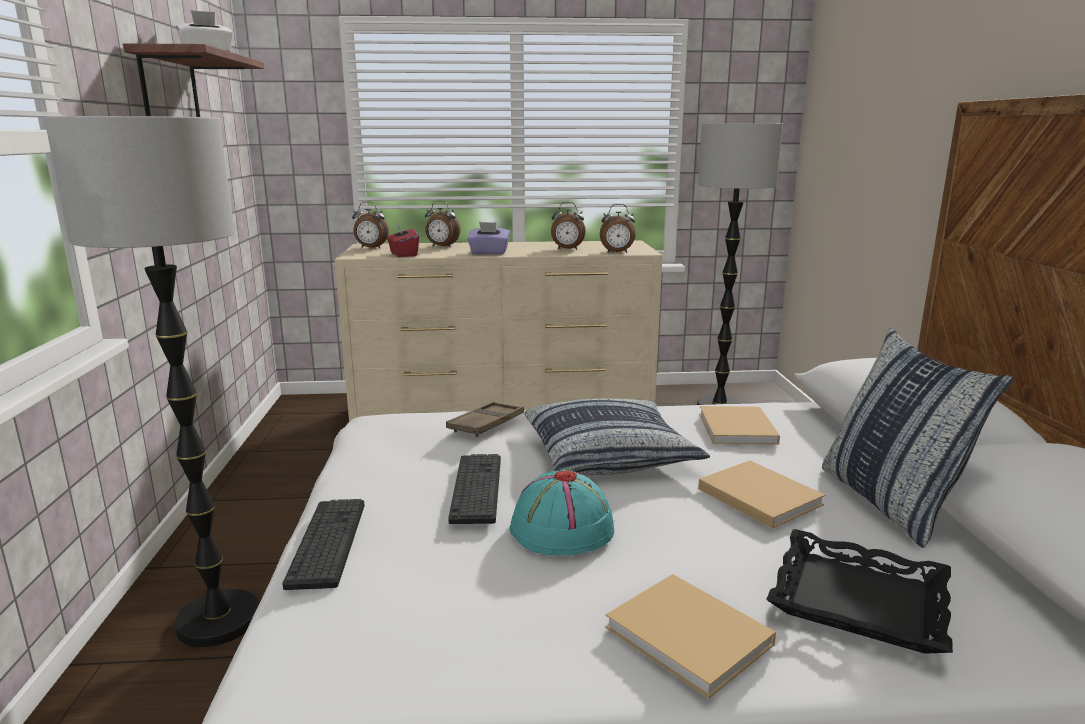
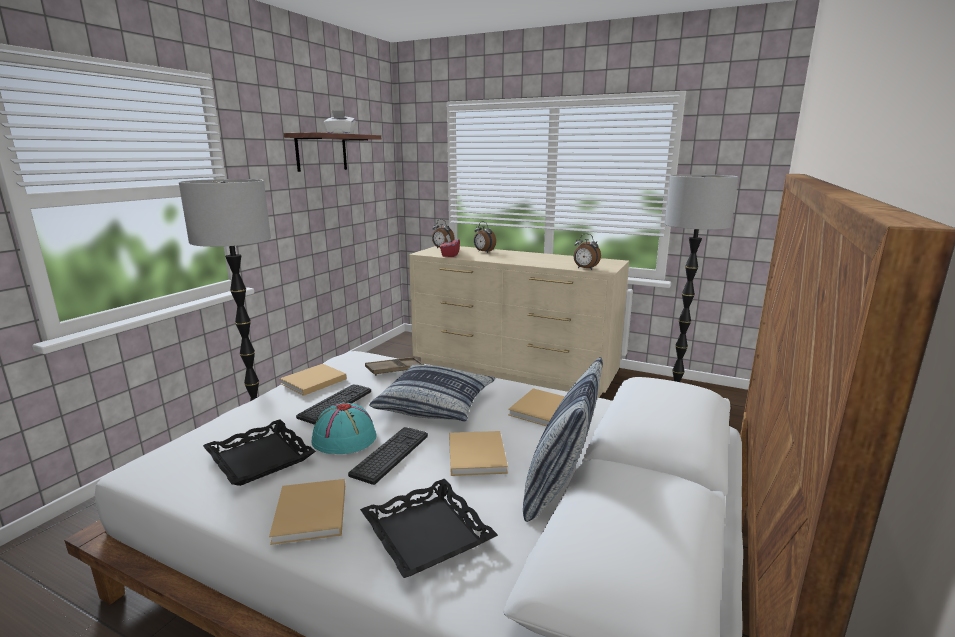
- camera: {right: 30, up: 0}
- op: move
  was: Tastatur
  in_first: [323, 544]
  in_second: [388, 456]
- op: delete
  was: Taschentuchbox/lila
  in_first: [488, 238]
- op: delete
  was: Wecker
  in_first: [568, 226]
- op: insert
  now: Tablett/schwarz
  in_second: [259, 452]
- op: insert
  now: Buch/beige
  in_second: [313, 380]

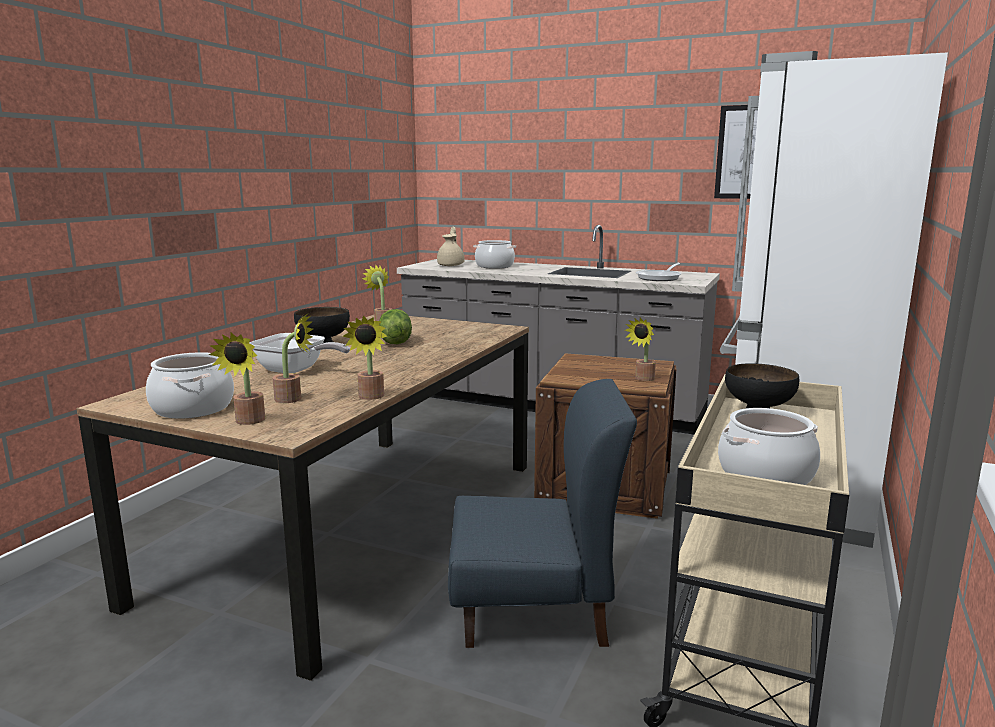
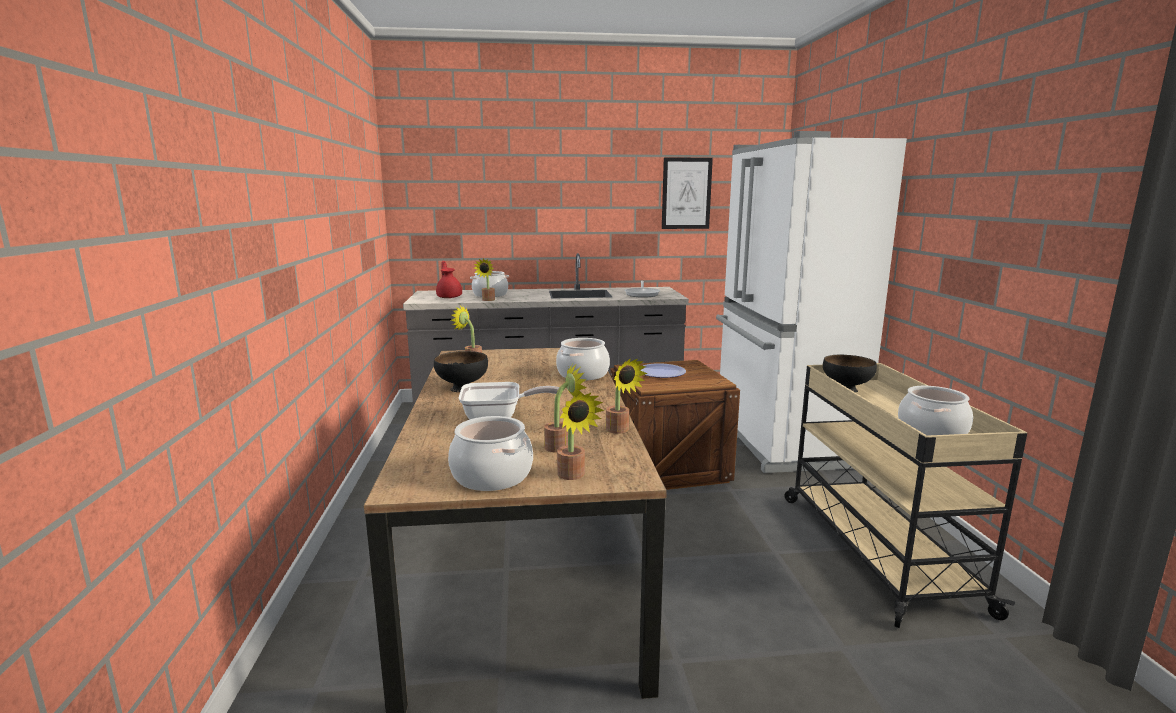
- camera: {right: -30, up: 0}
- op: delete
  was: Salatkopf
  in_first: [395, 326]
- op: recolor
  was: Teekanne/beige
  now: Teekanne/rot
  in_first: [451, 246]
  in_second: [449, 279]
- op: delete
  was: Stuhl/blau
  in_first: [542, 513]
- op: move
  was: Topfpflanze
  in_first: [640, 349]
  in_second: [484, 280]
- op: insert
  now: Kochtopf
  in_second: [583, 359]
- op: insert
  now: Teller
  in_second: [663, 370]

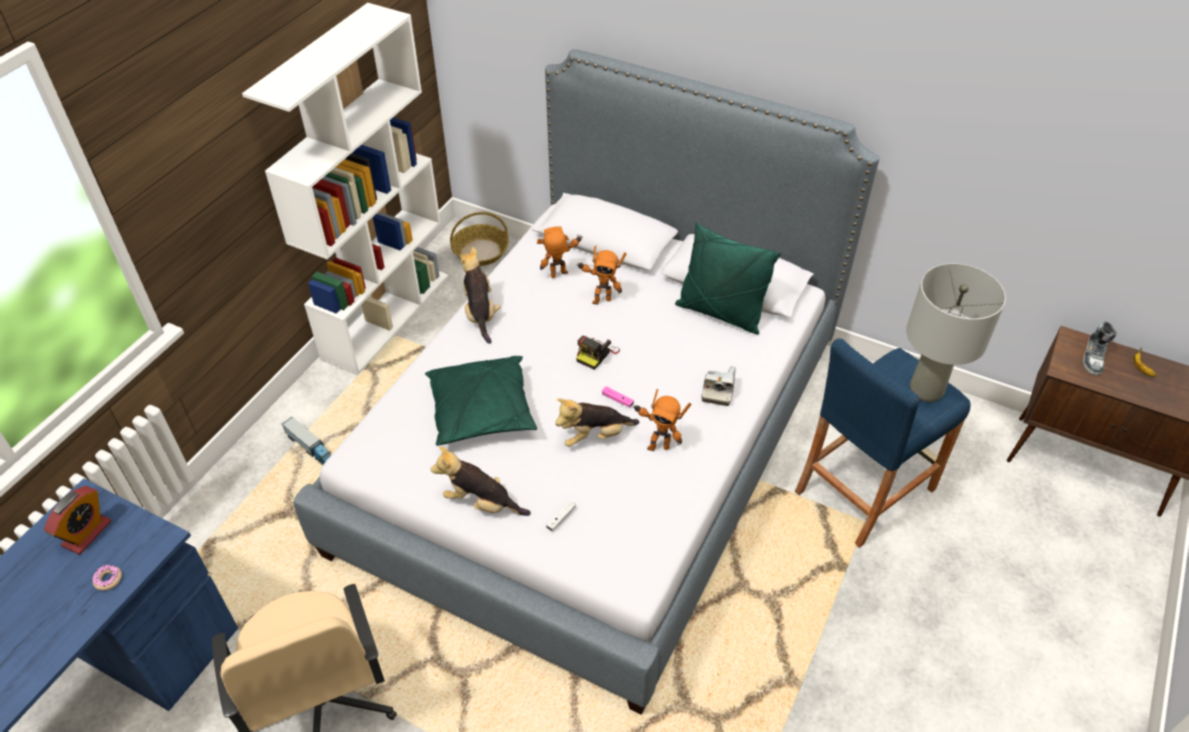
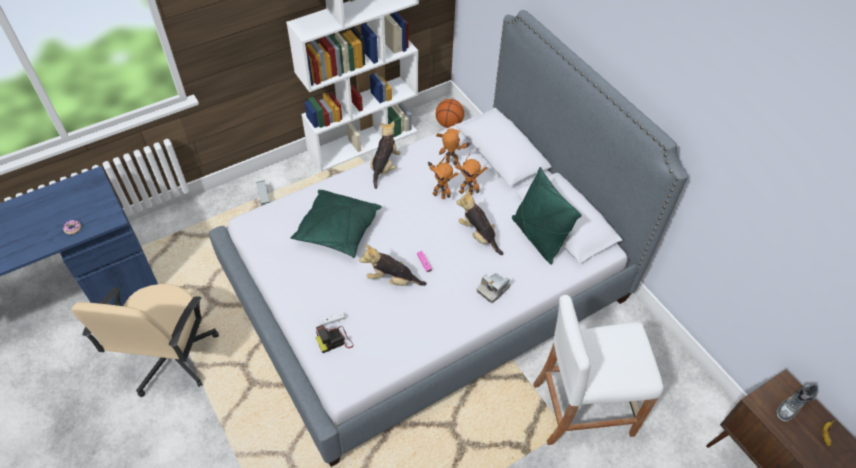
- camera: {right: 30, up: 5}
- op: delete
  was: Wecker
  in_first: [77, 520]
- op: move
  was: Plüschtier
  in_first: [480, 481]
  in_second: [479, 222]
- op: replace
  was: Korb
  now: Basketball
  in_first: [479, 239]
  in_second: [450, 113]
- op: move
  was: Kamera
  in_first: [598, 353]
  in_second: [335, 339]
- op: move
  was: Spielzeugroboter
  in_first: [662, 420]
  in_second: [442, 178]
- op: recolor
  was: Hocker/blau
  now: Hocker/weiß
  in_first: [883, 443]
  in_second: [598, 370]
- op: delete
  was: Tischlampe/grau
  in_first: [956, 332]

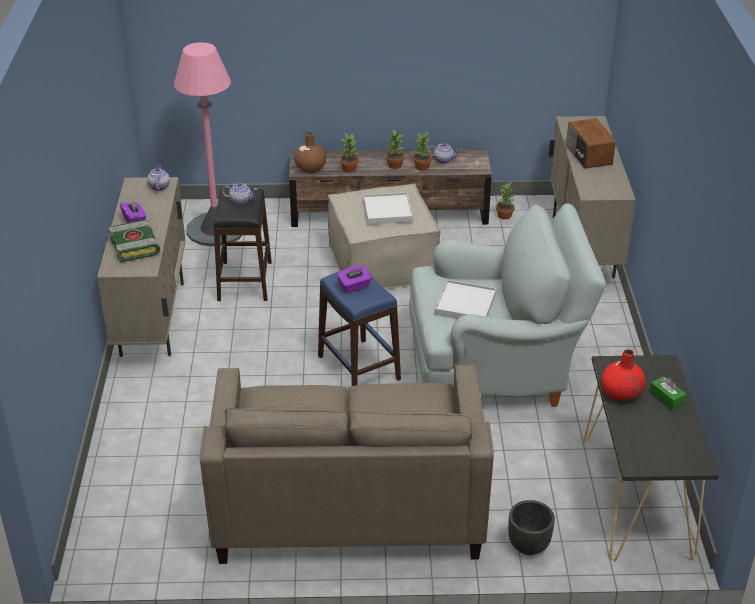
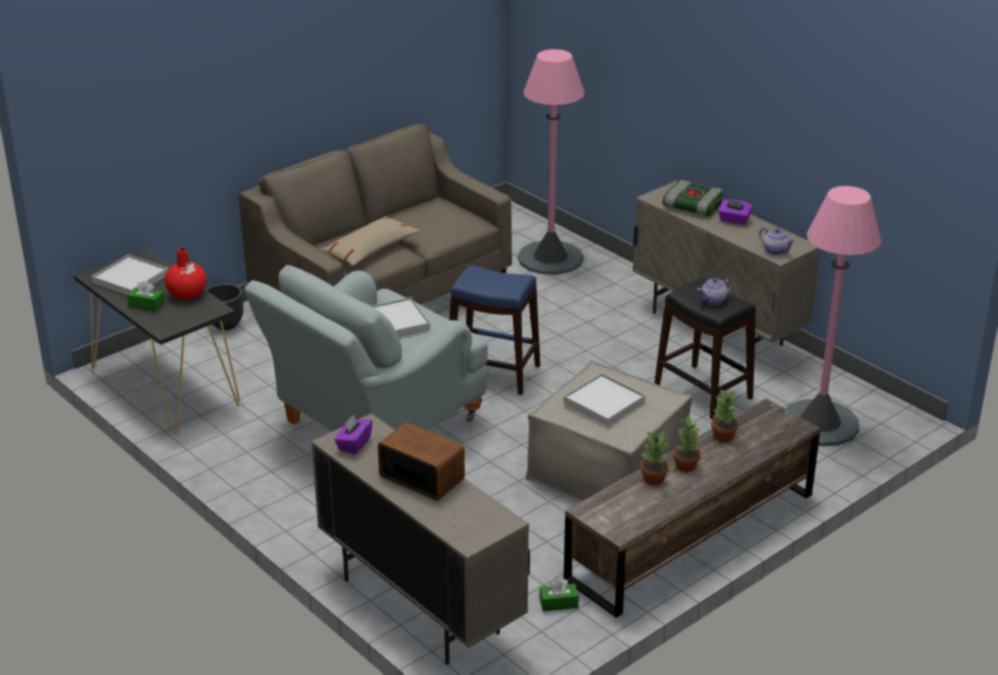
- camera: {right: 140, up: -5}
- op: delete
  was: Vase/braun
  in_first: [310, 152]
- op: move
  was: Taschentuchbox/lila
  in_first: [354, 279]
  in_second: [354, 434]
- op: delete
  was: Teekanne
  in_first: [444, 153]
- op: replace
  was: Topfpflanze
  now: Taschentuchbox/grün
  in_first: [505, 201]
  in_second: [559, 594]
- op: insert
  now: Tablett/weiß
  in_second: [130, 274]
- op: insert
  now: Kissen/beige
  in_second: [370, 241]
- op: insert
  now: Stehlampe/rosa
  in_second: [551, 162]

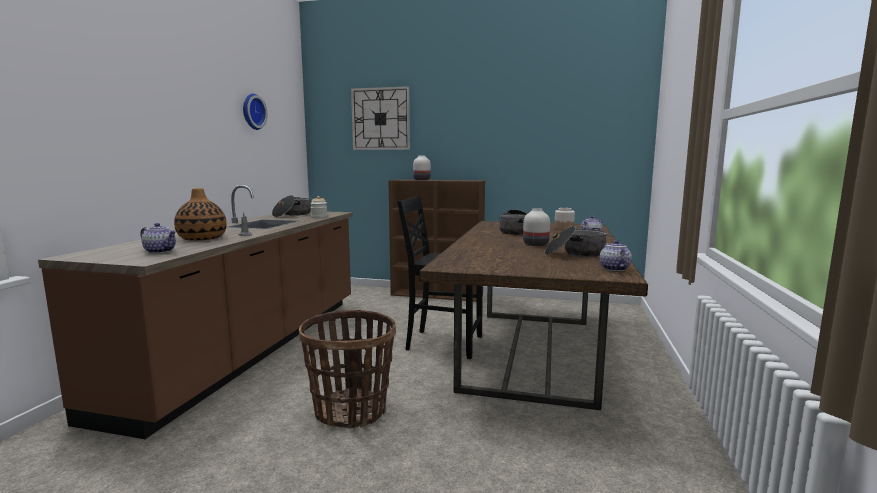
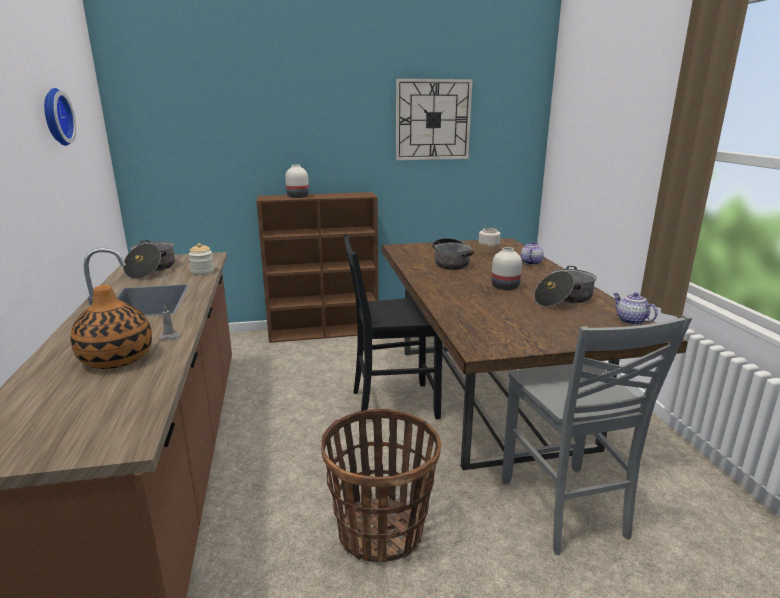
- camera: {right: -25, up: 10}
- op: delete
  was: Teekanne
  in_first: [158, 238]
- op: move
  was: Wanduhr
  in_first: [380, 118]
  in_second: [434, 119]
- op: insert
  now: Stuhl/grau
  in_second: [597, 435]

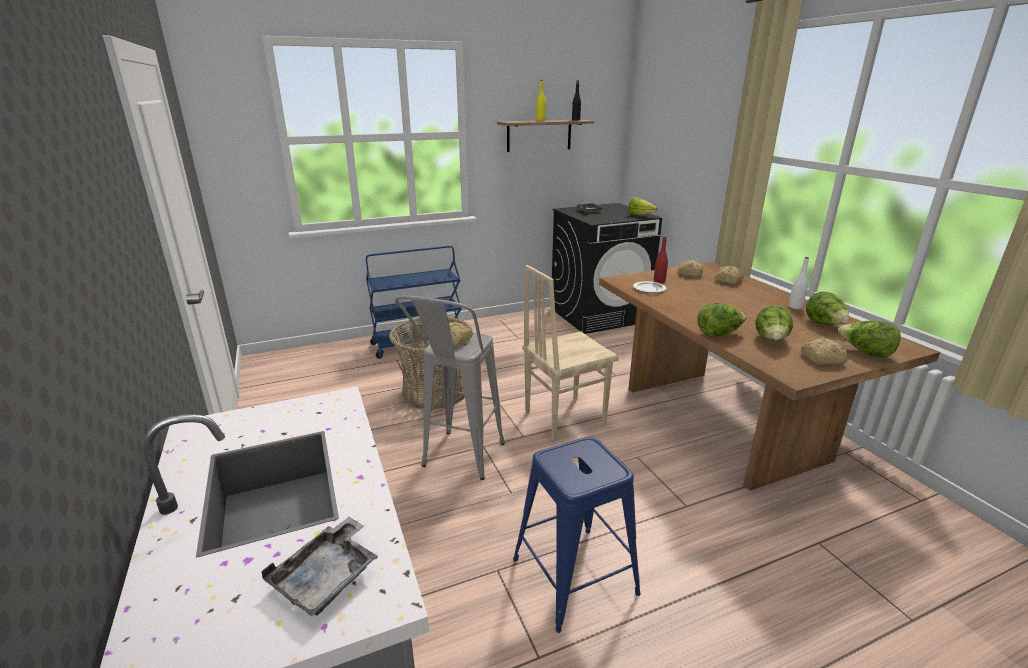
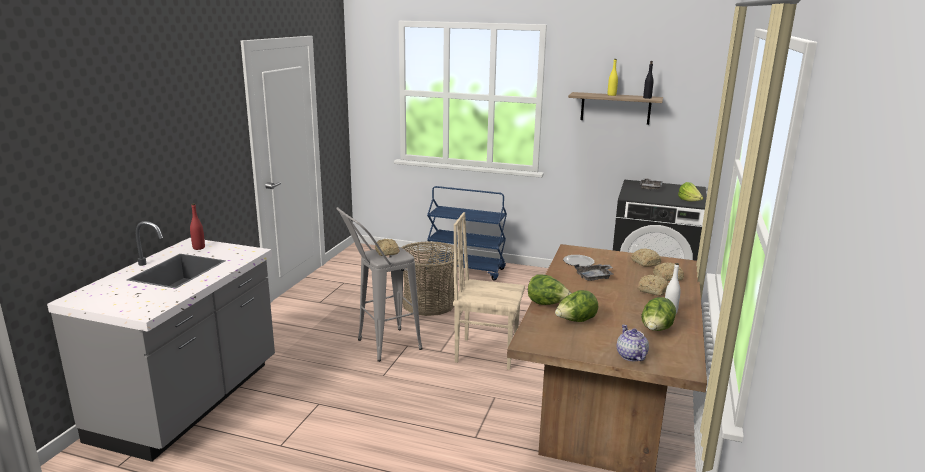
- camera: {right: 40, up: -5}
- op: move
  was: Tablett/grau
  in_first: [319, 566]
  in_second: [593, 272]
- op: delete
  was: Hocker/blau
  in_first: [577, 535]
- op: move
  was: Flasche/rot
  in_first: [661, 260]
  in_second: [197, 226]
- op: move
  was: Brot
  in_first: [824, 351]
  in_second: [653, 285]
- op: replace
  was: Salatkopf
  now: Teekanne
  in_first: [869, 339]
  in_second: [633, 343]

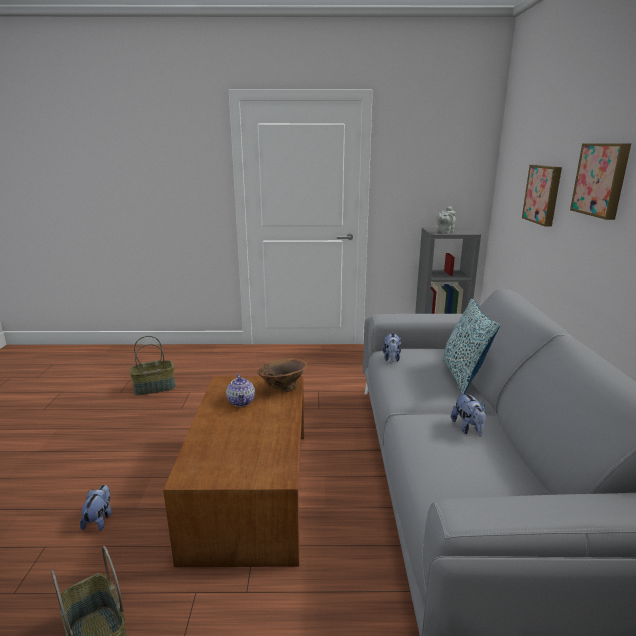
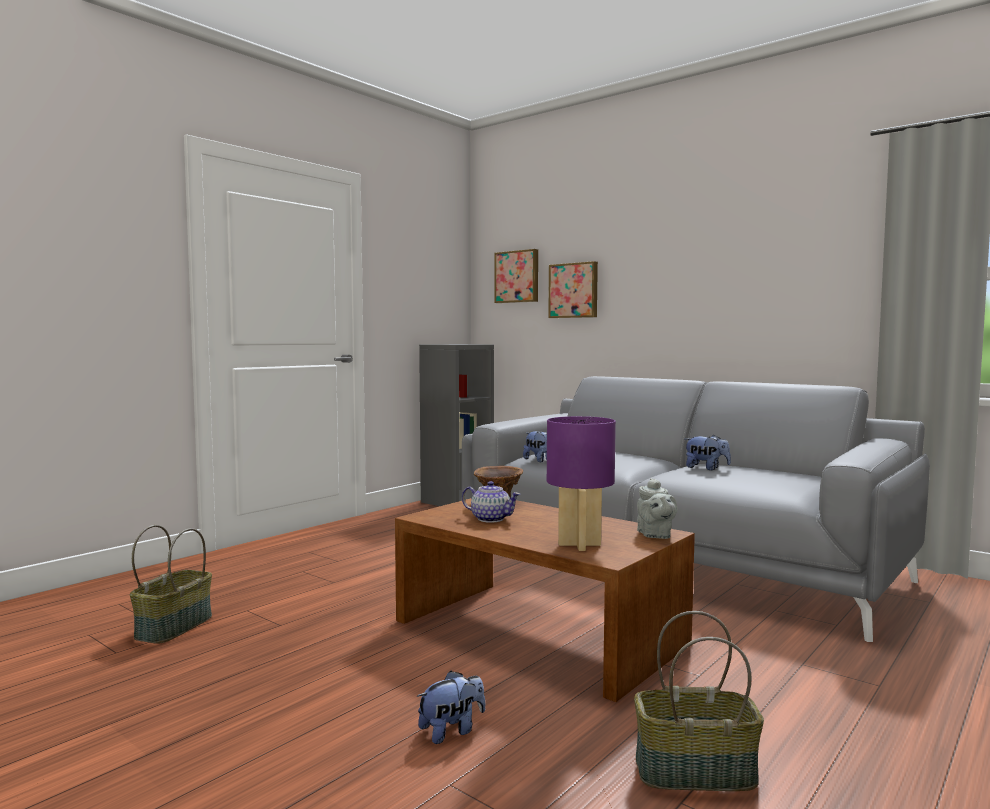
- camera: {right: -50, up: -15}
- op: rotate
  was: Plüschtier
  in_first: [96, 508]
  in_second: [451, 707]
  clockwise: 105
- op: move
  was: Teekanne/grau
  in_first: [446, 220]
  in_second: [657, 508]
- op: delete
  was: Kissen
  in_first: [470, 347]
- op: move
  was: Bild
  in_first: [600, 181]
  in_second: [516, 276]
- op: insert
  now: Tischlampe/lila
  in_second: [581, 483]

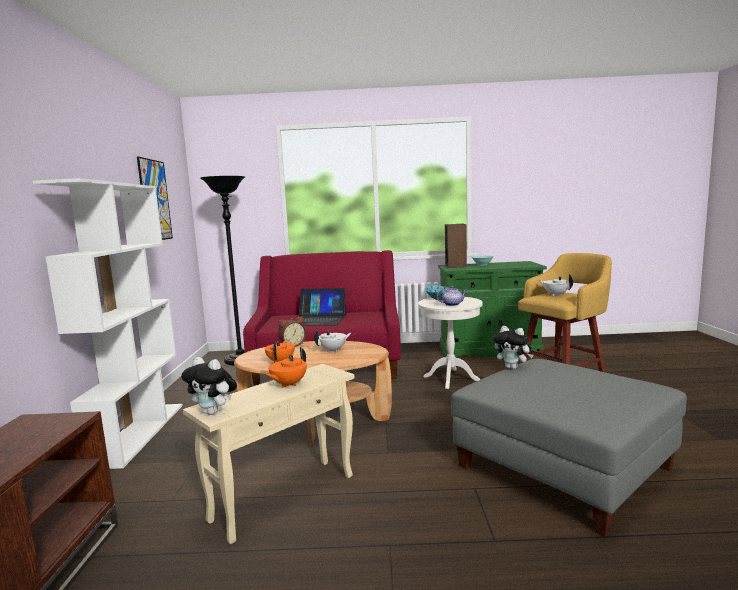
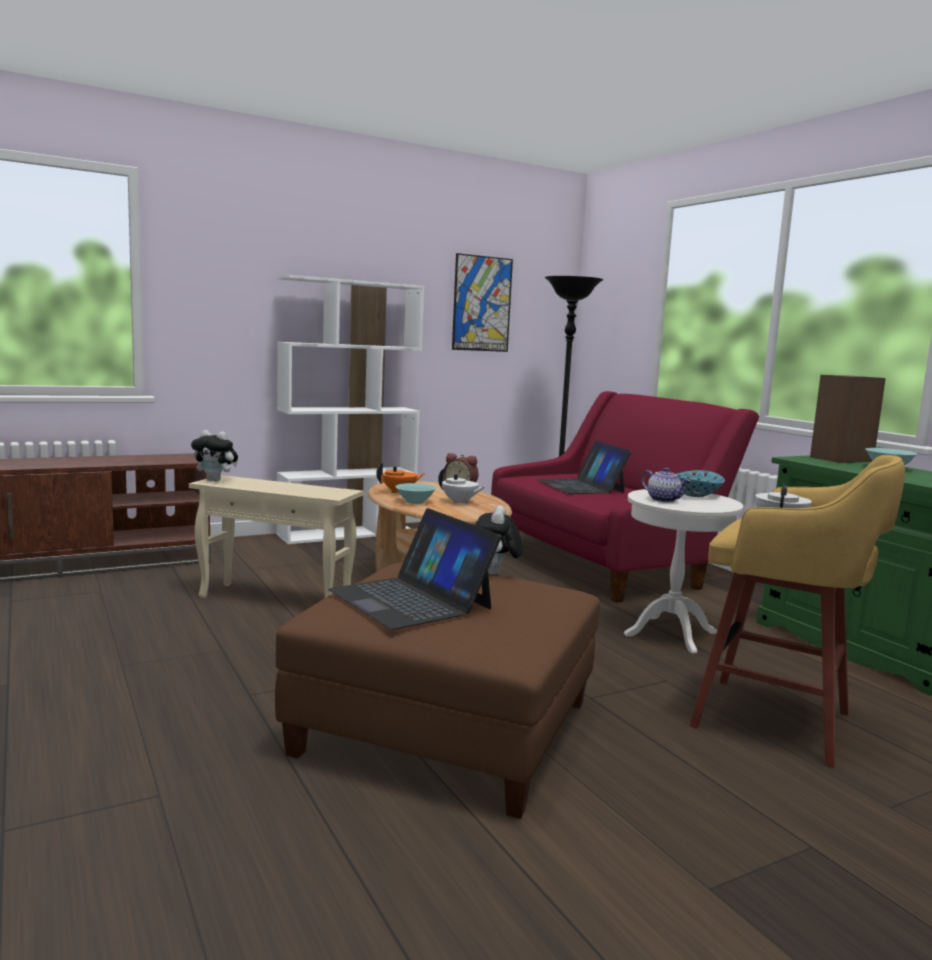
- camera: {right: 60, up: 0}
- op: rotate
  was: Plüschtier
  in_first: [209, 386]
  in_second: [214, 455]
  clockwise: -75
- op: delete
  was: Teekanne/orange
  in_first: [286, 367]
- op: recolor
  was: Polsterhocker/grau
  now: Polsterhocker/braun
  in_first: [569, 448]
  in_second: [437, 691]
- op: insert
  now: Laptop
  in_second: [414, 569]
- op: insert
  now: Schüssel/türkis
  in_second: [415, 493]

